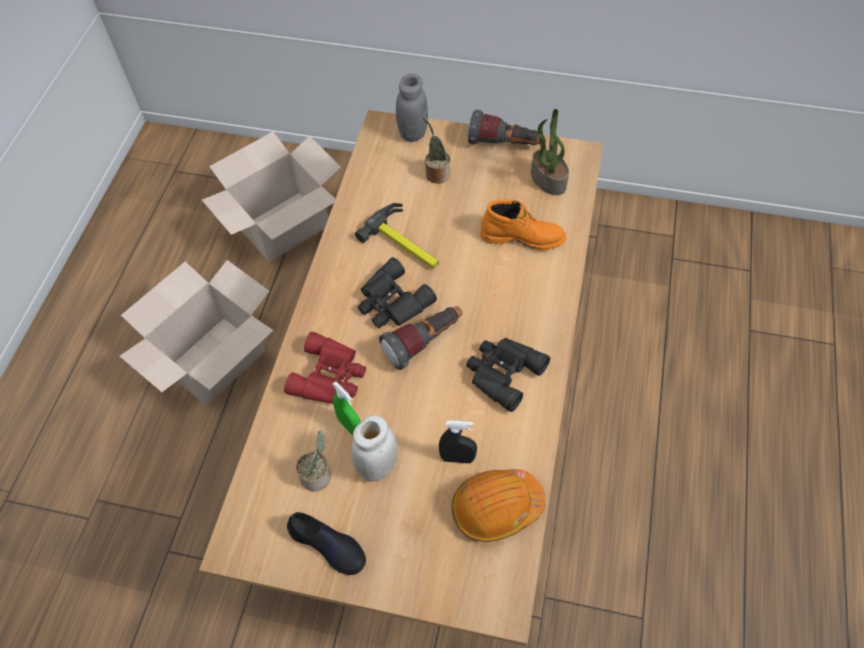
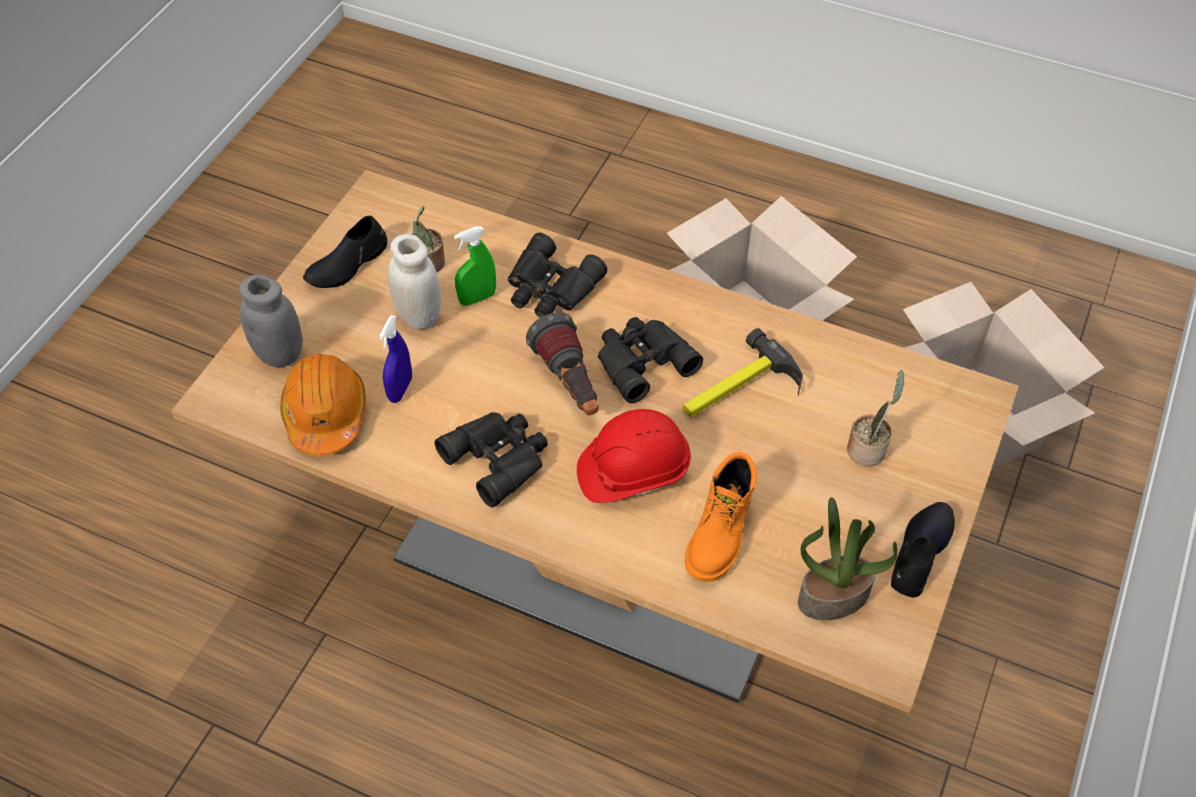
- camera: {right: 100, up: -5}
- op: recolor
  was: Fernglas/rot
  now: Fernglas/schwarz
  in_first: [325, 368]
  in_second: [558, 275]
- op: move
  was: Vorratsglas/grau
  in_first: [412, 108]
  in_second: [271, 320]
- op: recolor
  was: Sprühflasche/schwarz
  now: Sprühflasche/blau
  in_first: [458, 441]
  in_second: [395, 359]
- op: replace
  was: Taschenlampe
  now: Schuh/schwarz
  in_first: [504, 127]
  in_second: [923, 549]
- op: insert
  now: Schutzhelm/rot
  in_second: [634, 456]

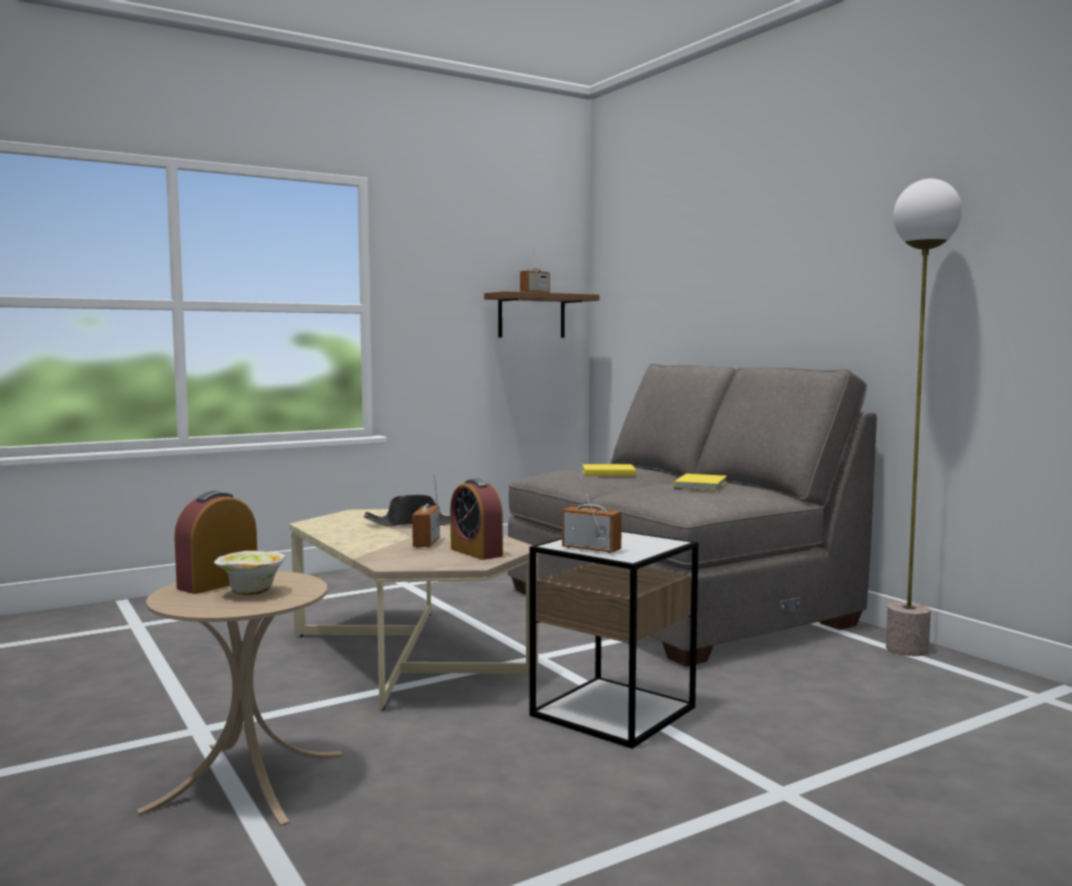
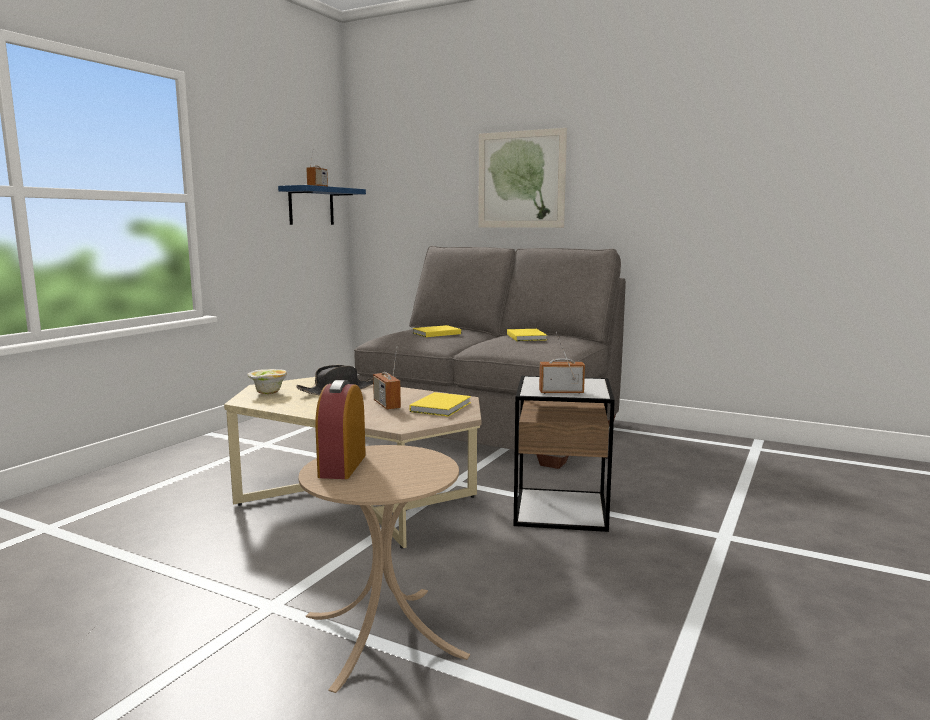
- camera: {right: -30, up: 5}
- op: move
  was: Schüssel
  in_first: [249, 573]
  in_second: [267, 381]
- op: replace
  was: Wecker
  now: Buch/gelb
  in_first: [476, 519]
  in_second: [440, 404]
- op: recolor
  was: Wandregal/braun
  now: Wandregal/blau
  in_first: [542, 314]
  in_second: [322, 205]
- op: delete
  was: Stehlampe
  in_first: [924, 417]
- op: insert
  now: Bild
  in_second: [522, 178]

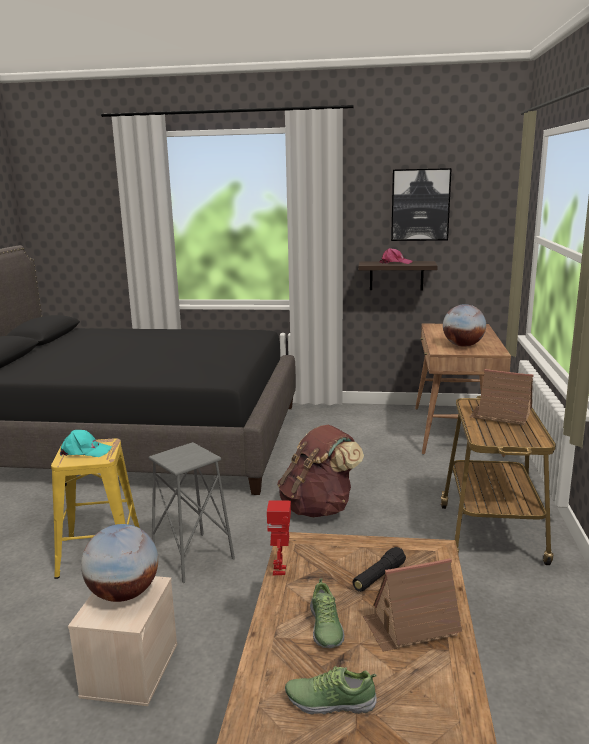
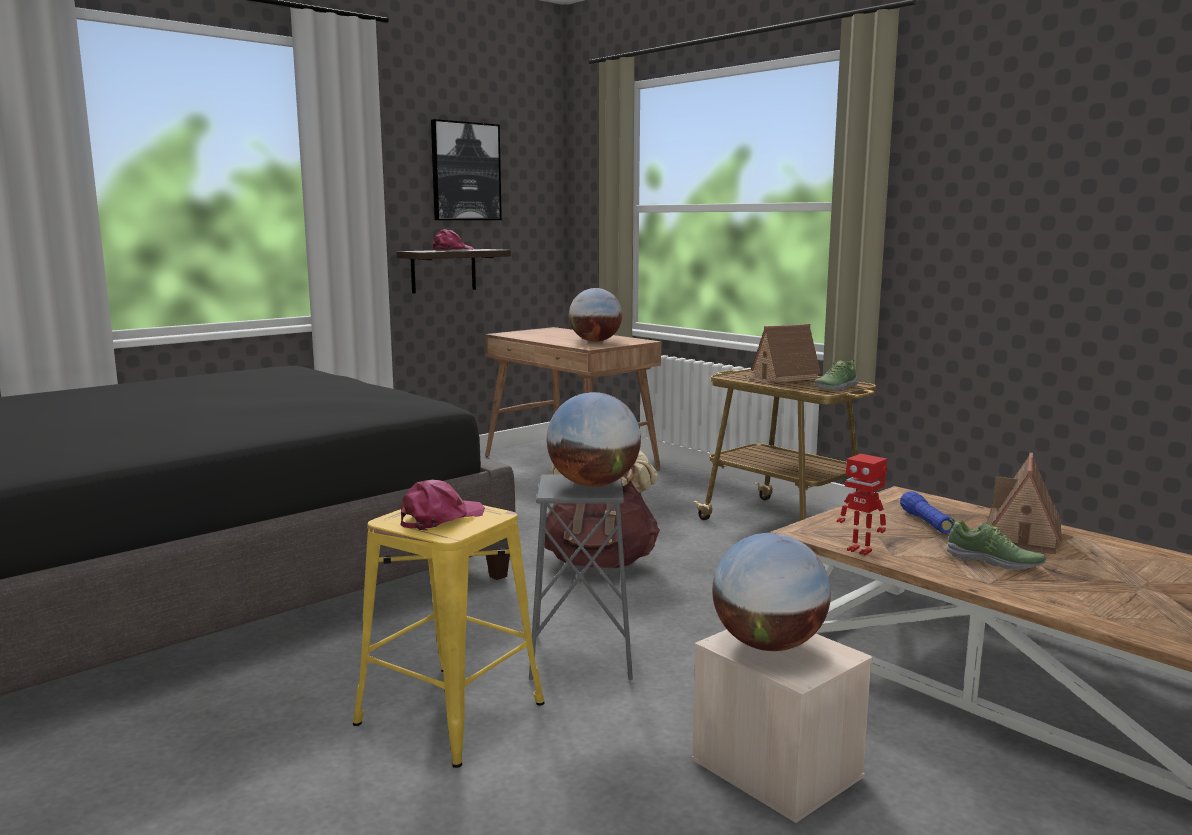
- camera: {right: -50, up: -5}
- op: recolor
  was: Kappe/türkis
  now: Kappe/rosa
  in_first: [86, 443]
  in_second: [442, 505]
- op: move
  was: Schuh
  in_first: [331, 690]
  in_second: [836, 375]
- op: recolor
  was: Taschenlampe/schwarz
  now: Taschenlampe/blau
  in_first: [379, 569]
  in_second: [926, 512]
- op: insert
  now: Globus
  in_second: [593, 439]

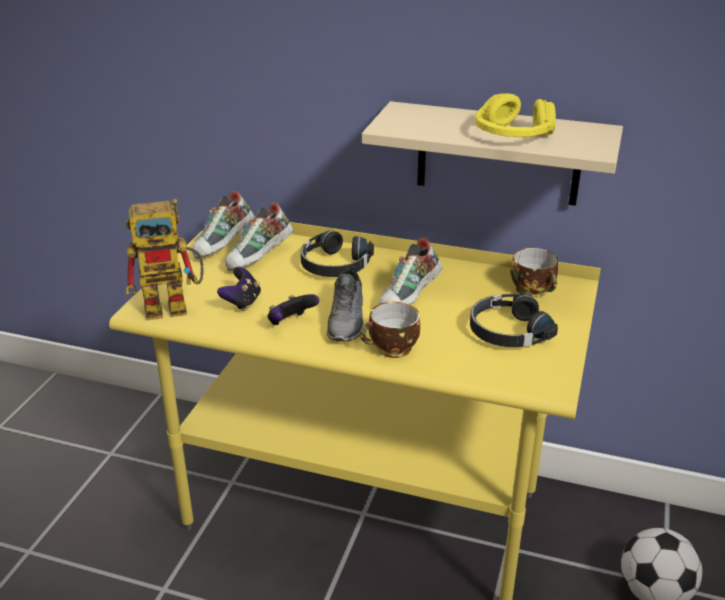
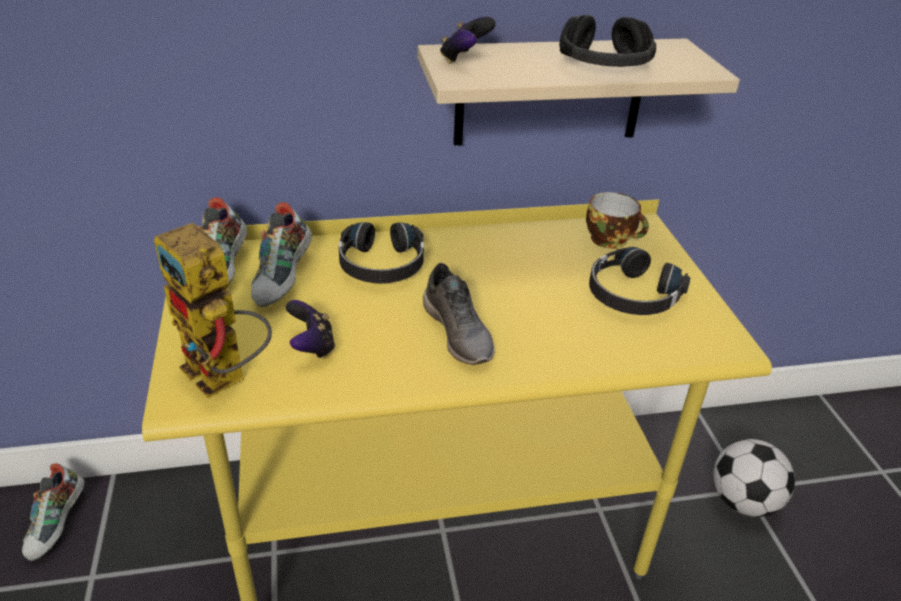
- camera: {right: -30, up: 5}
- op: rotate
  was: Spielzeugroboter
  in_first: [165, 259]
  in_second: [213, 310]
  clockwise: 90
- op: move
  was: Gamepad
  in_first: [293, 309]
  in_second: [468, 40]
- op: delete
  was: Tasse
  in_first: [390, 330]
- op: move
  was: Schuh
  in_first: [411, 271]
  in_second: [53, 512]
- op: recolor
  was: Kopfhörer/gelb
  now: Kopfhörer/schwarz
  in_first: [515, 115]
  in_second: [607, 41]

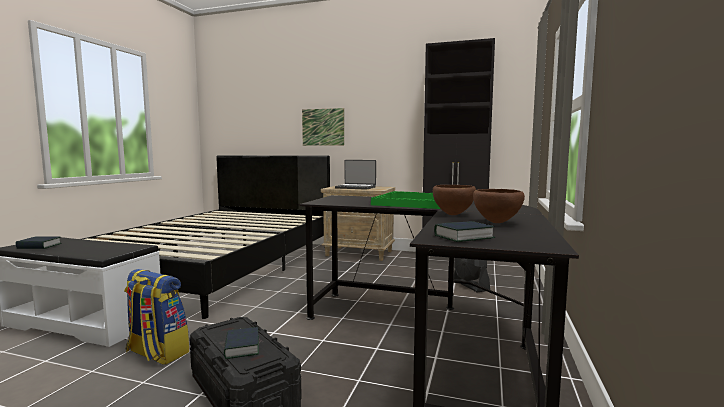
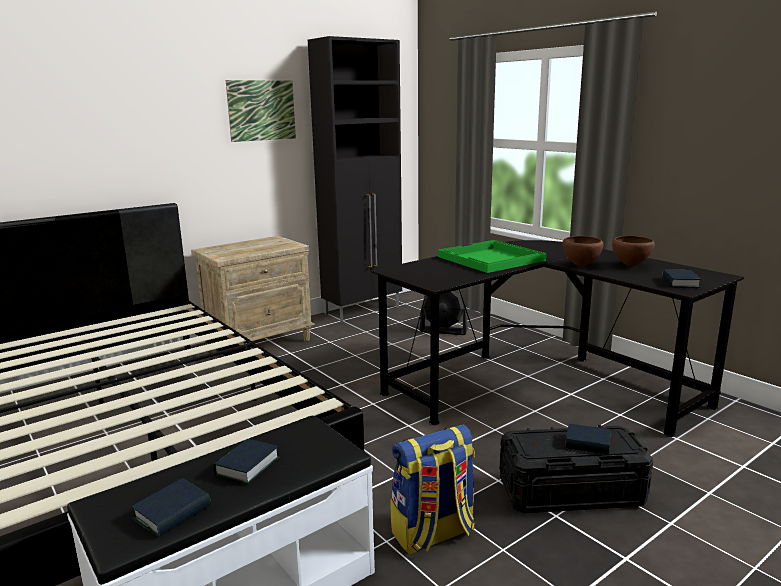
- camera: {right: -55, up: 10}
- op: move
  was: Bild
  in_first: [323, 127]
  in_second: [261, 111]
- op: delete
  was: Laptop
  in_first: [355, 175]
- op: insert
  now: Buch
  in_second: [246, 461]

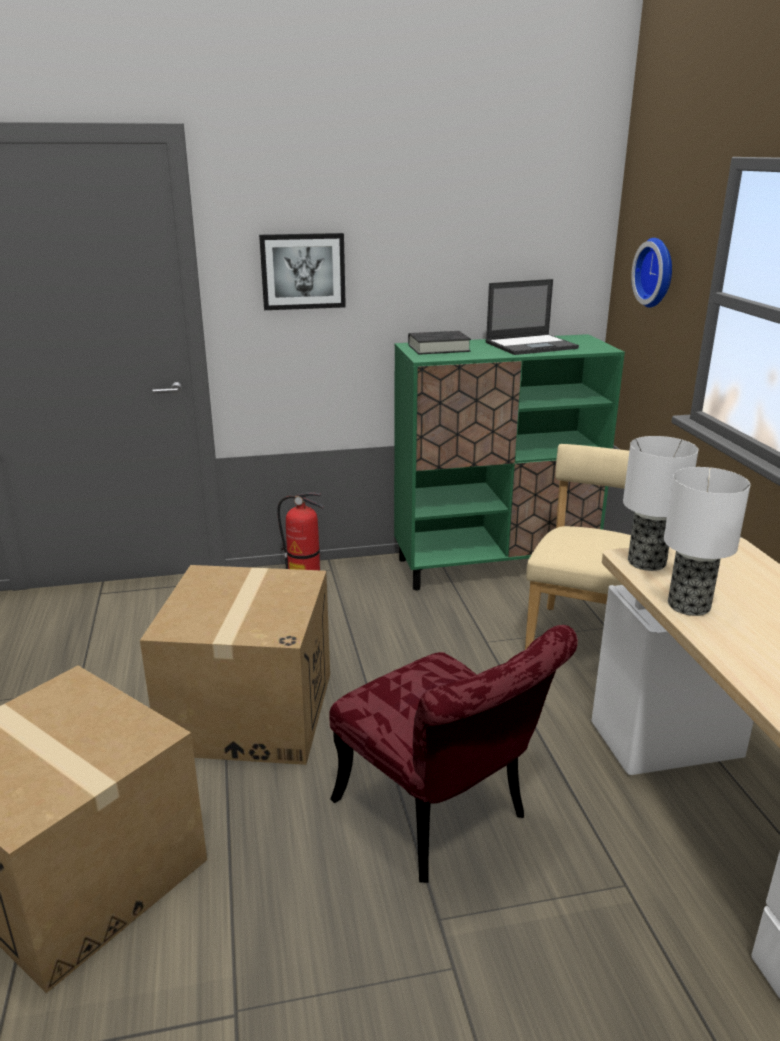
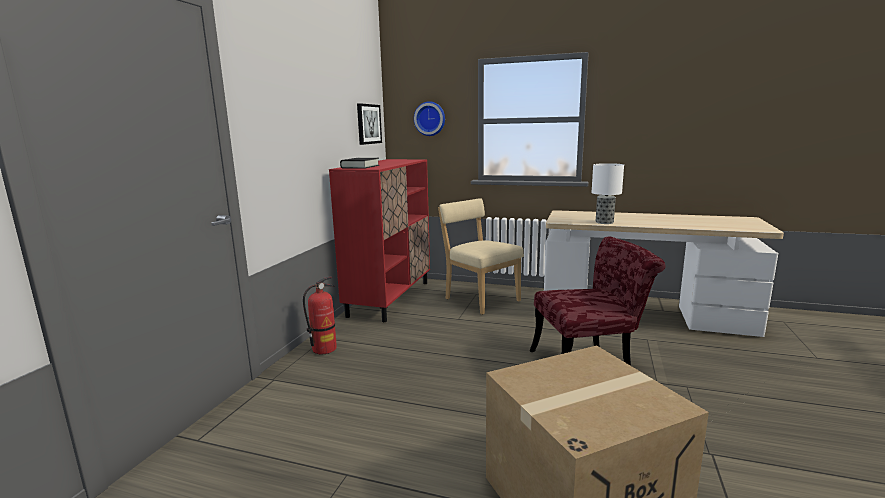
- camera: {right: -60, up: -10}
- op: delete
  was: Karton
  in_first: [235, 665]
- op: move
  was: Bild
  in_first: [302, 271]
  in_second: [369, 124]
- op: recolor
  was: Schrank/grün
  now: Schrank/rot
  in_first: [509, 462]
  in_second: [379, 240]
- op: delete
  was: Laptop
  in_first: [532, 317]
- op: delete
  was: Tischlampe
  in_first: [660, 503]

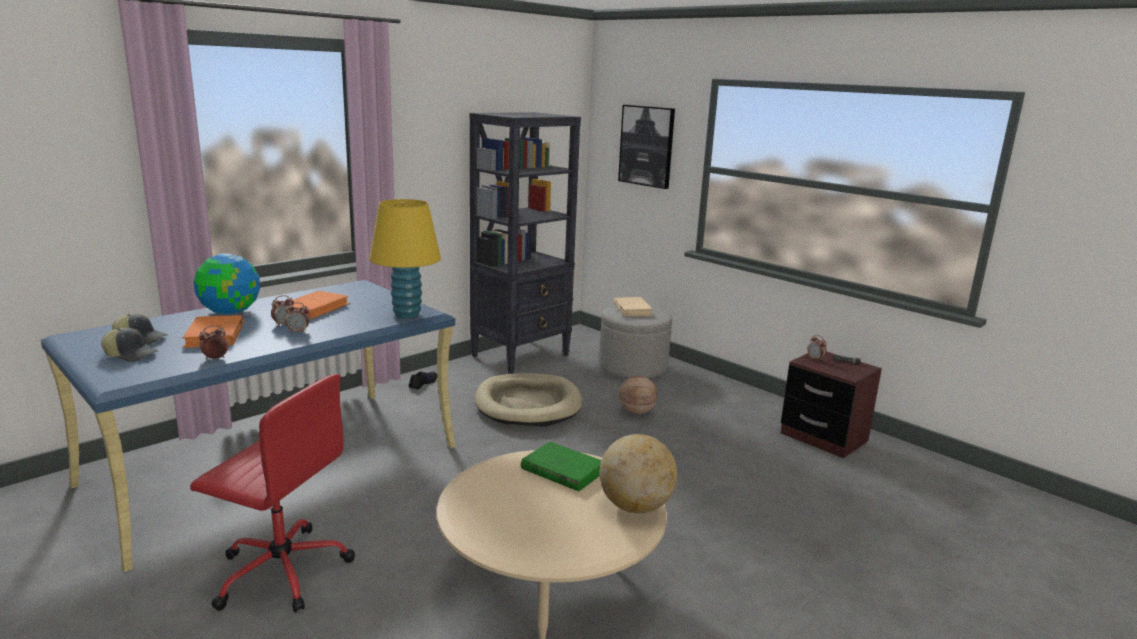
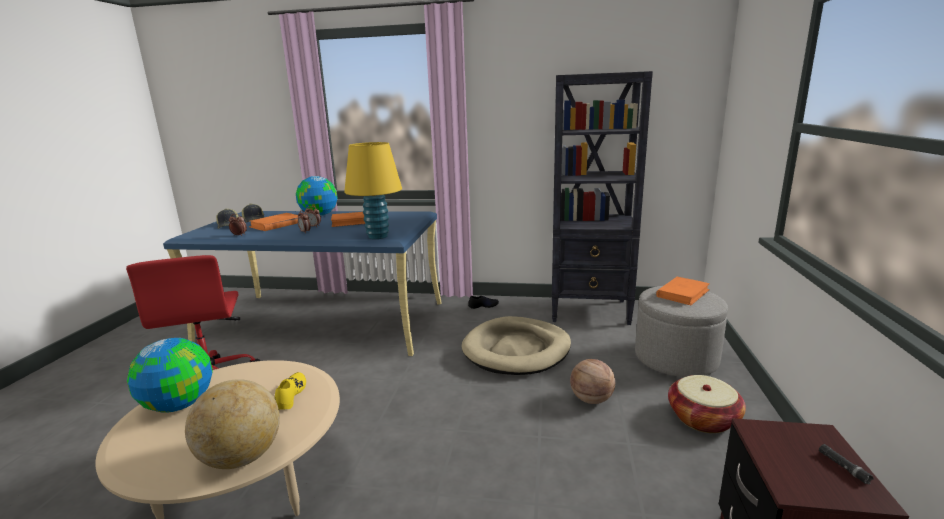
- camera: {right: 55, up: 0}
- op: replace
  was: Buch/grün
  now: Schuh/gelb
  in_first: [561, 466]
  in_second: [290, 391]
- op: recolor
  was: Buch/beige
  now: Buch/orange
  in_first: [633, 306]
  in_second: [683, 290]
- op: delete
  was: Bild
  in_first: [646, 147]
- op: delete
  was: Wecker
  in_first: [817, 348]
- op: insert
  now: Globus
  in_second: [170, 375]
- op: insert
  now: Korb
  in_second: [707, 404]

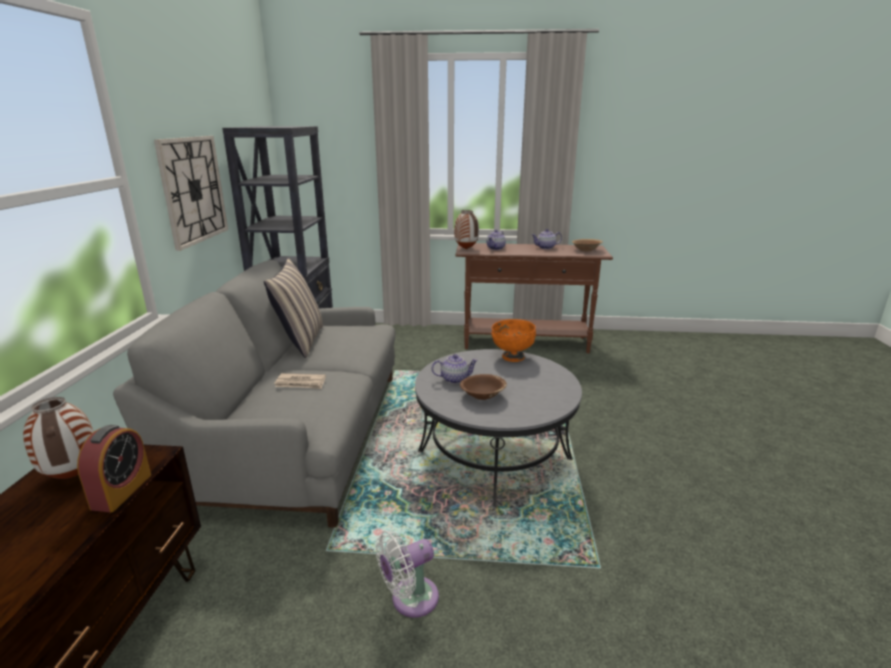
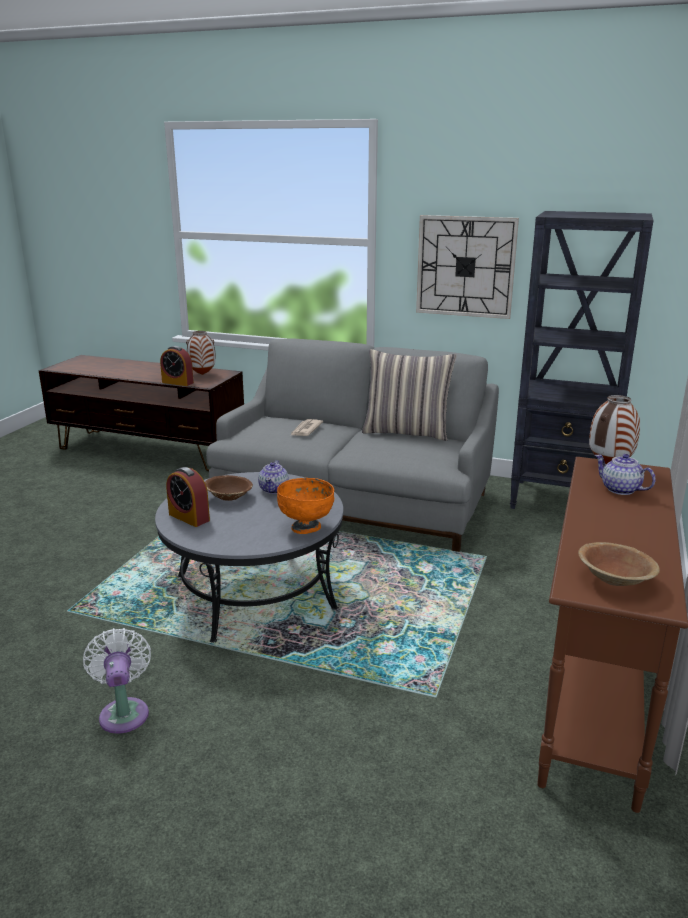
- camera: {right: 105, up: 0}
- op: move
  was: Ventilator/weiß
  in_first: [407, 574]
  in_second: [117, 681]
- op: delete
  was: Teekanne
  in_first: [547, 239]
- op: insert
  now: Wecker
  in_second: [188, 497]

